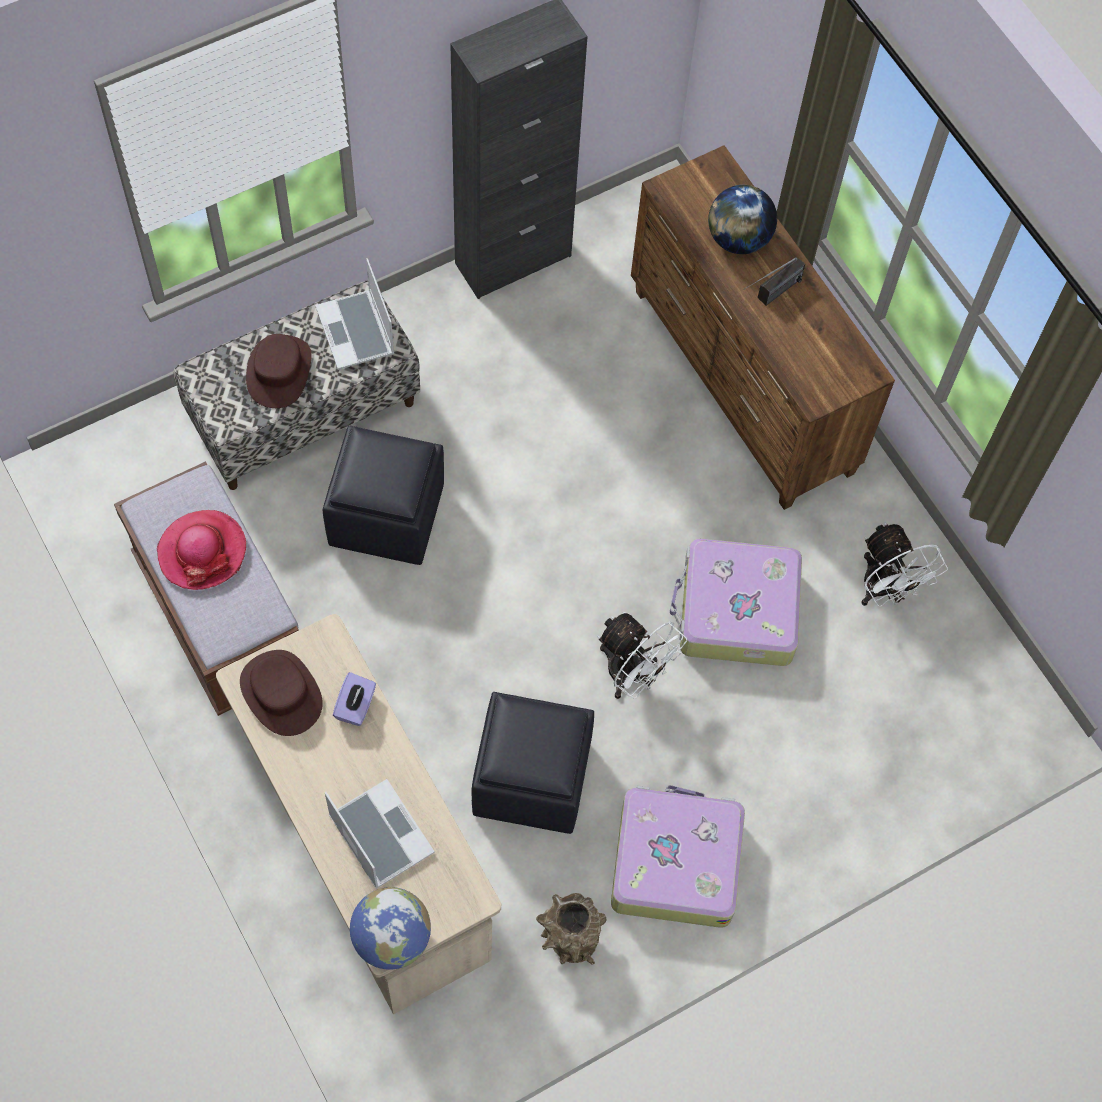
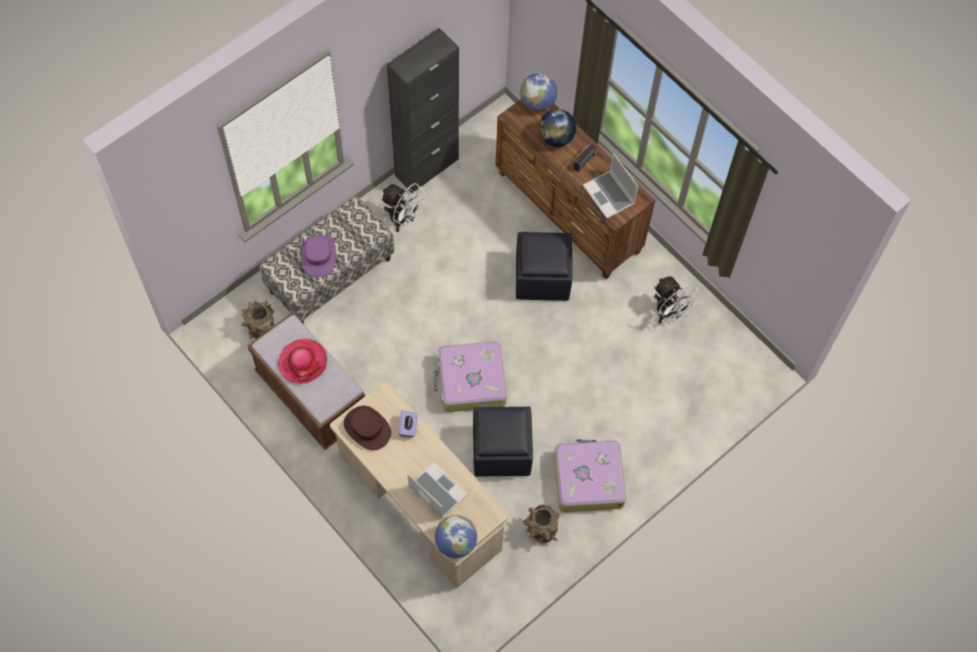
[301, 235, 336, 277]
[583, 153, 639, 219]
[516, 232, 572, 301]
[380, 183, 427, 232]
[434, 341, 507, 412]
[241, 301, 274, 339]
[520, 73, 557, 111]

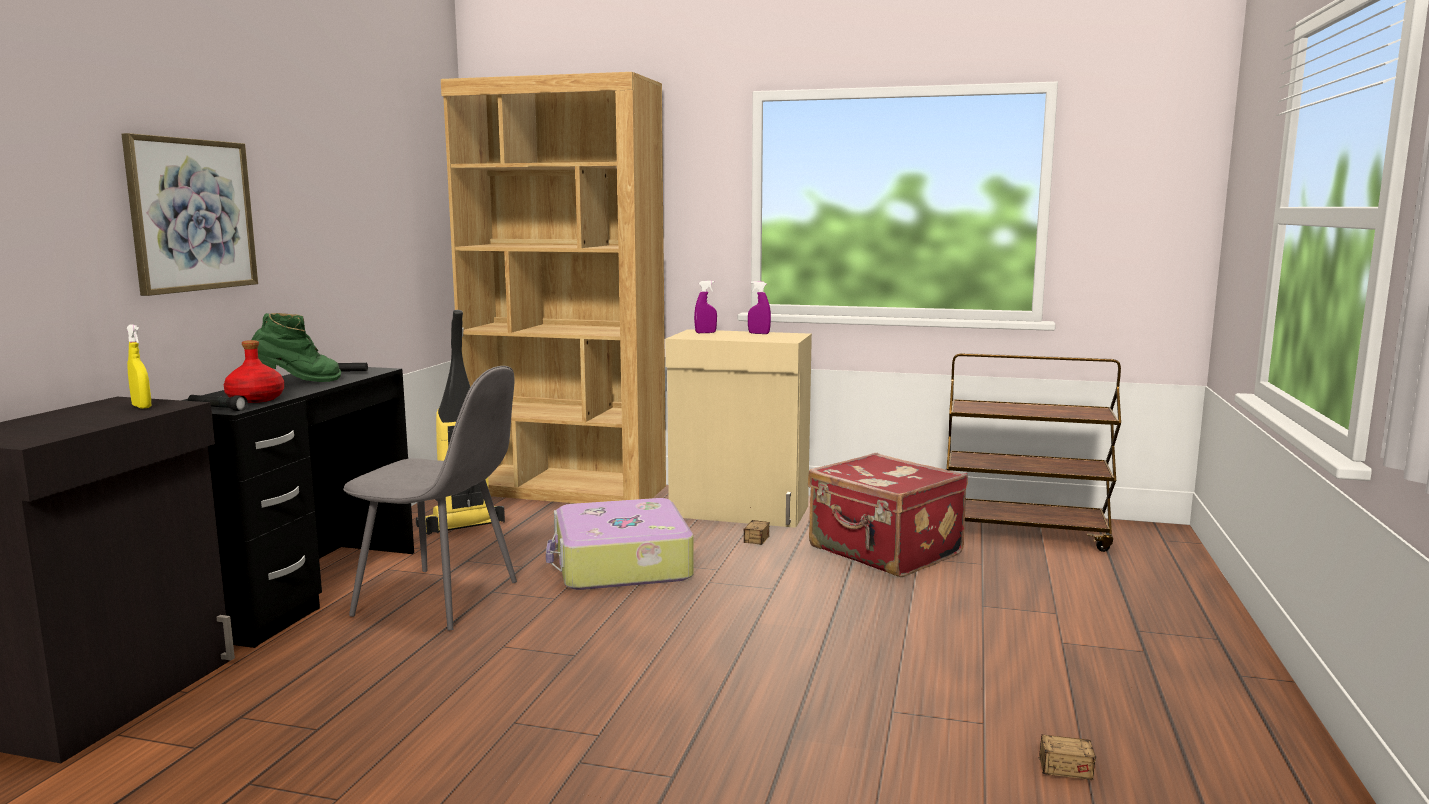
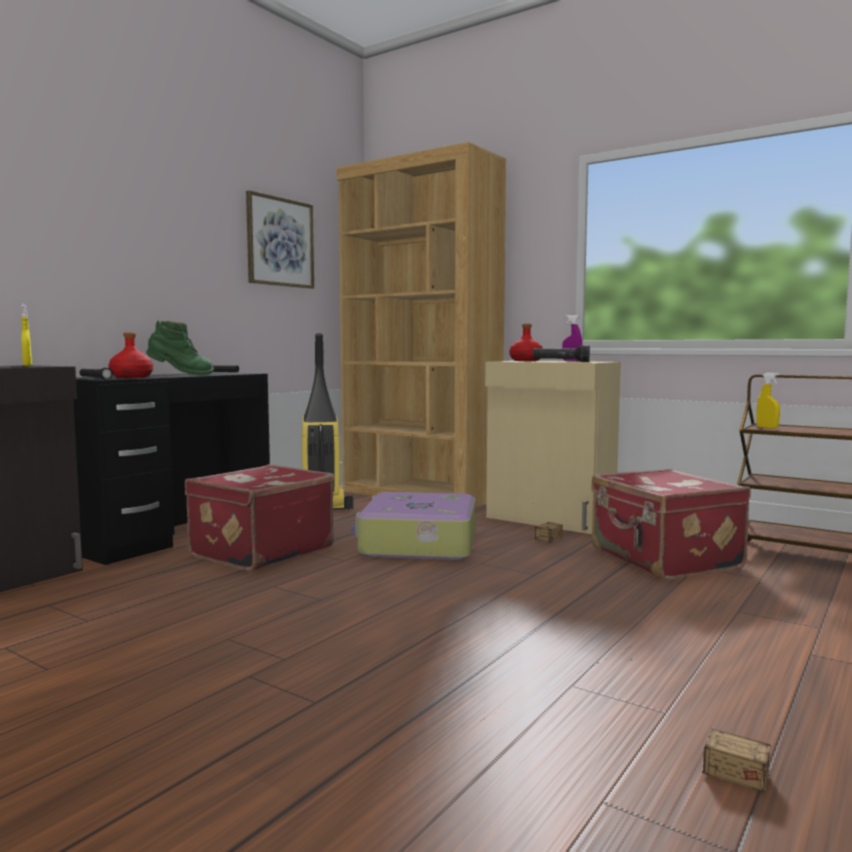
[246, 190, 314, 289]
[185, 464, 334, 571]
[509, 324, 543, 361]
[533, 345, 590, 362]
[756, 373, 780, 429]

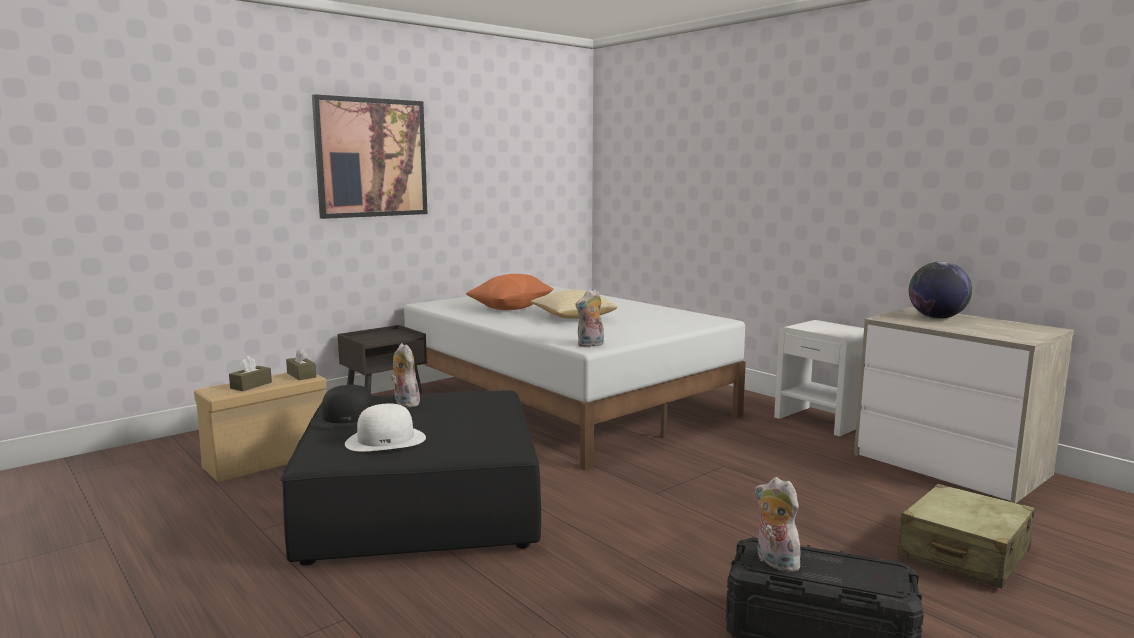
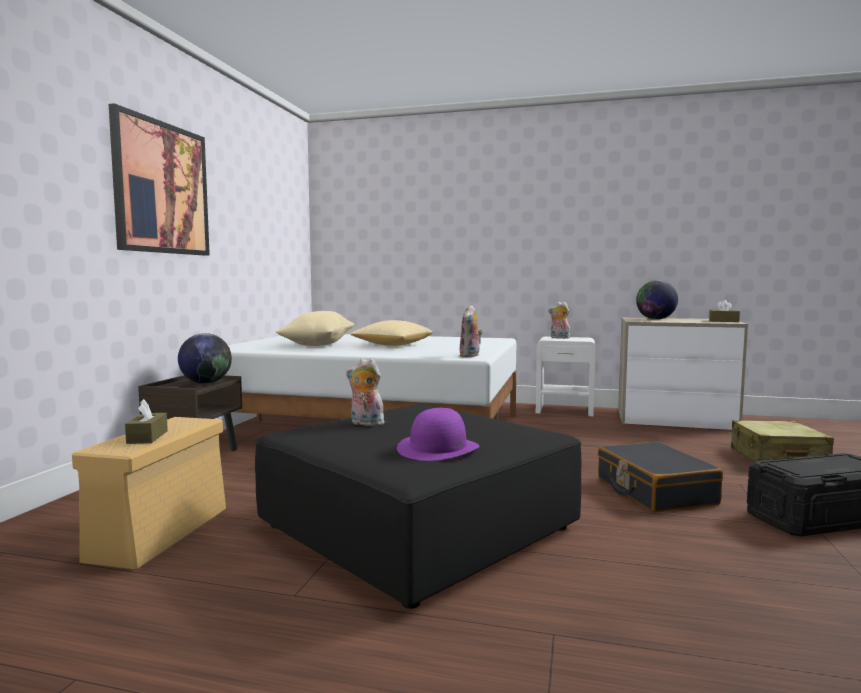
[709, 300, 740, 322]
[311, 385, 374, 427] (first image)
[397, 408, 479, 461]
[276, 311, 355, 346]
[548, 302, 570, 339]
[178, 333, 232, 384]
[598, 442, 723, 512]

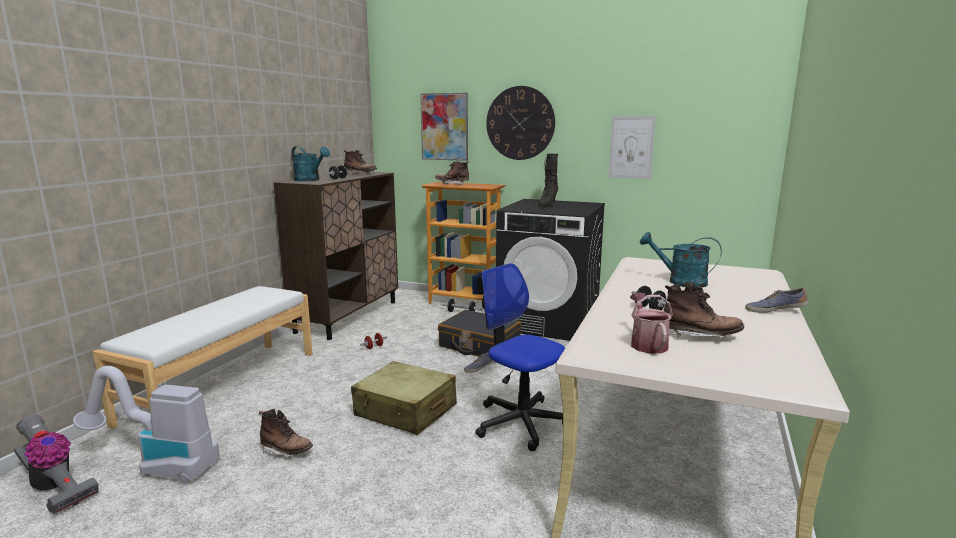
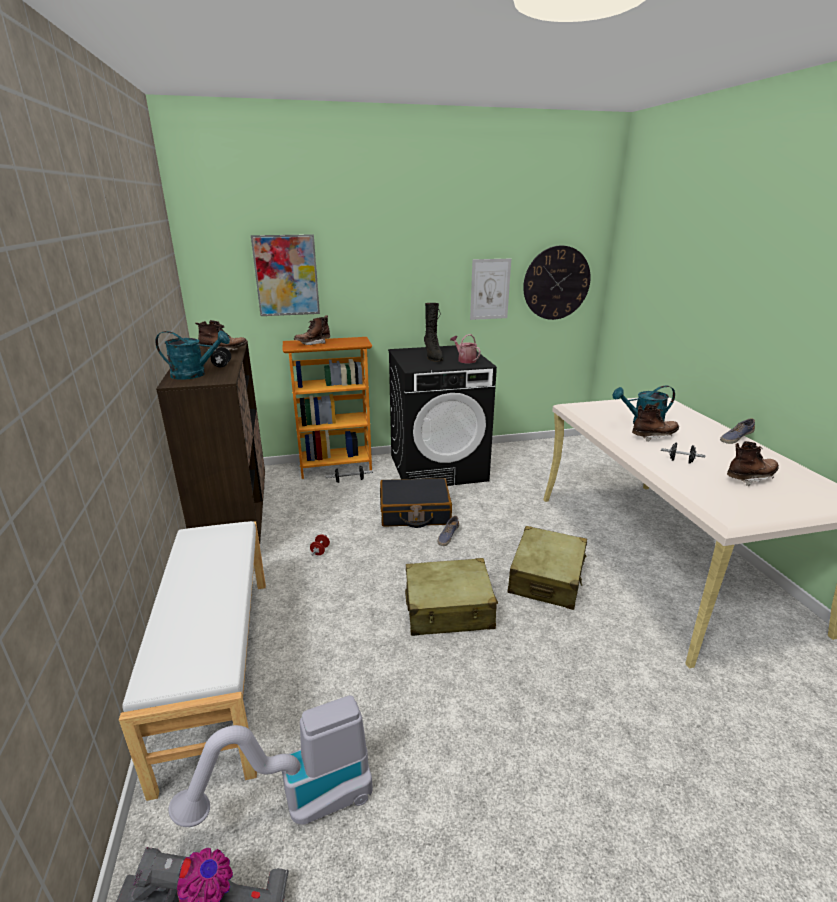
[632, 404, 679, 442]
[507, 526, 587, 610]
[523, 245, 591, 320]
[450, 334, 481, 363]

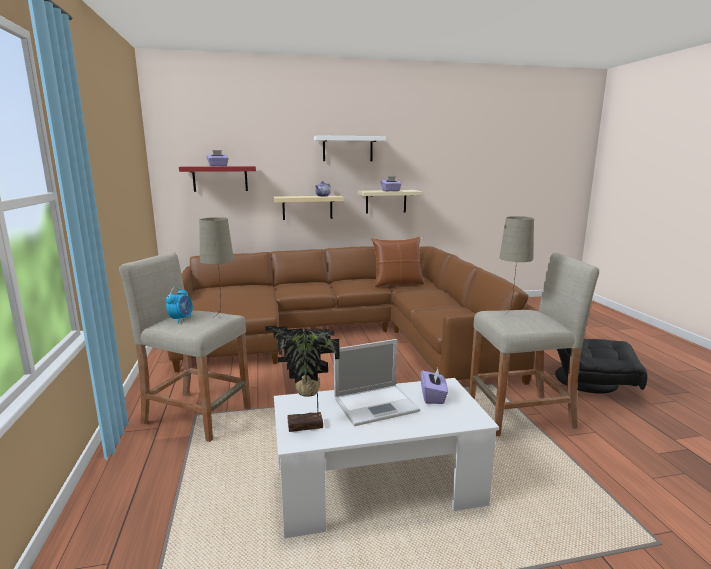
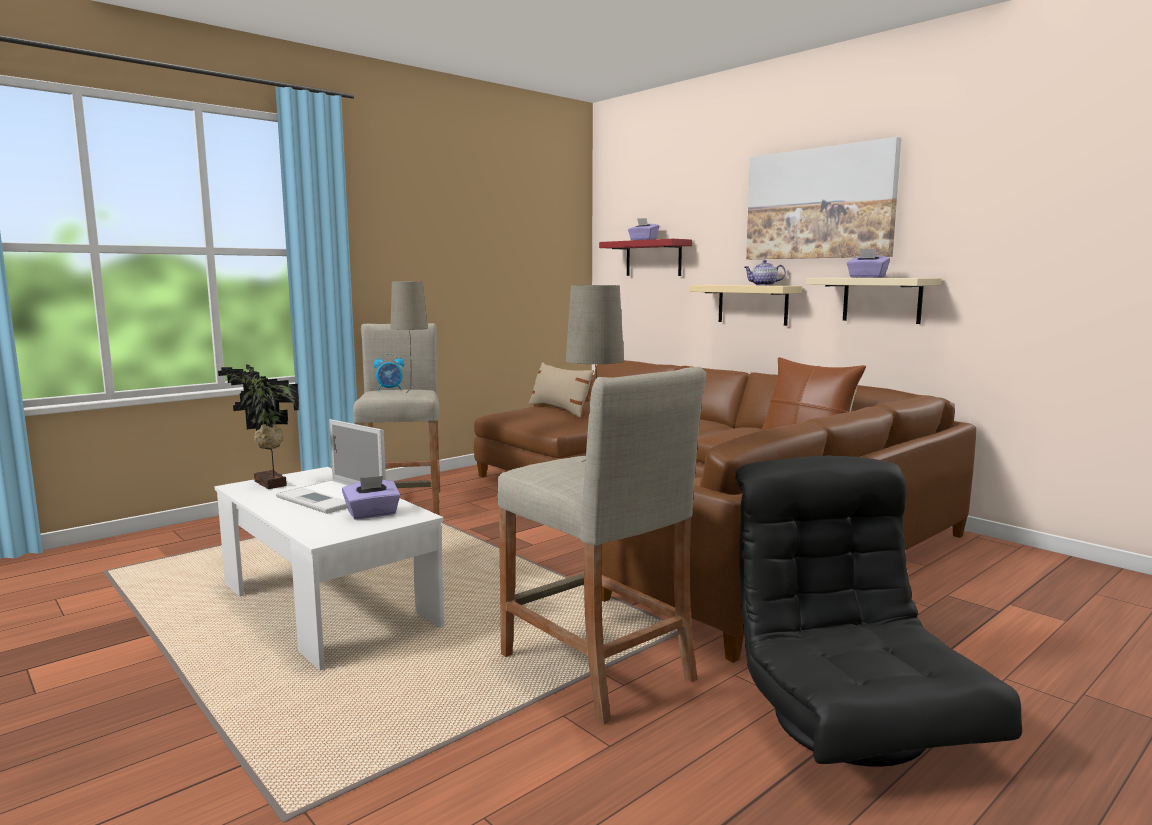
[746, 137, 901, 259]
[529, 362, 594, 417]

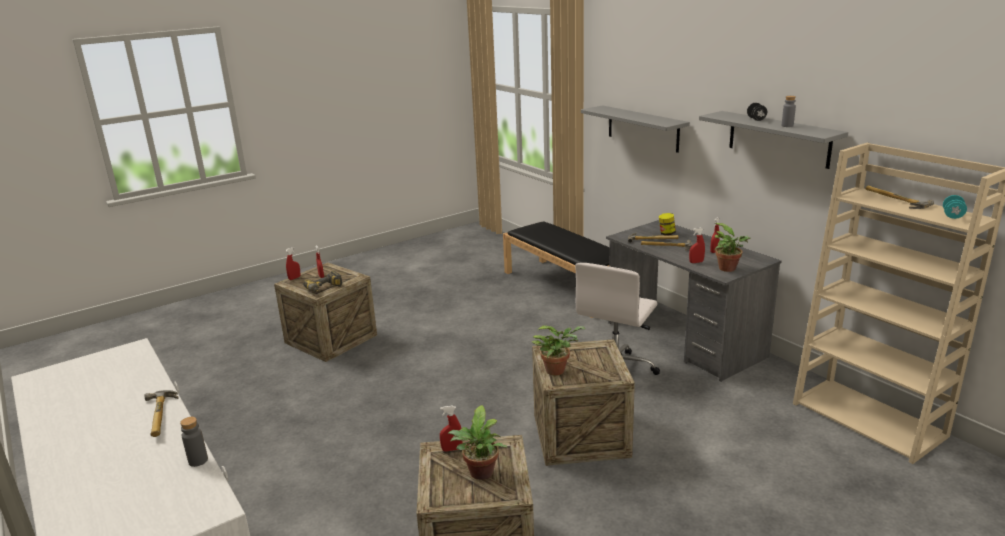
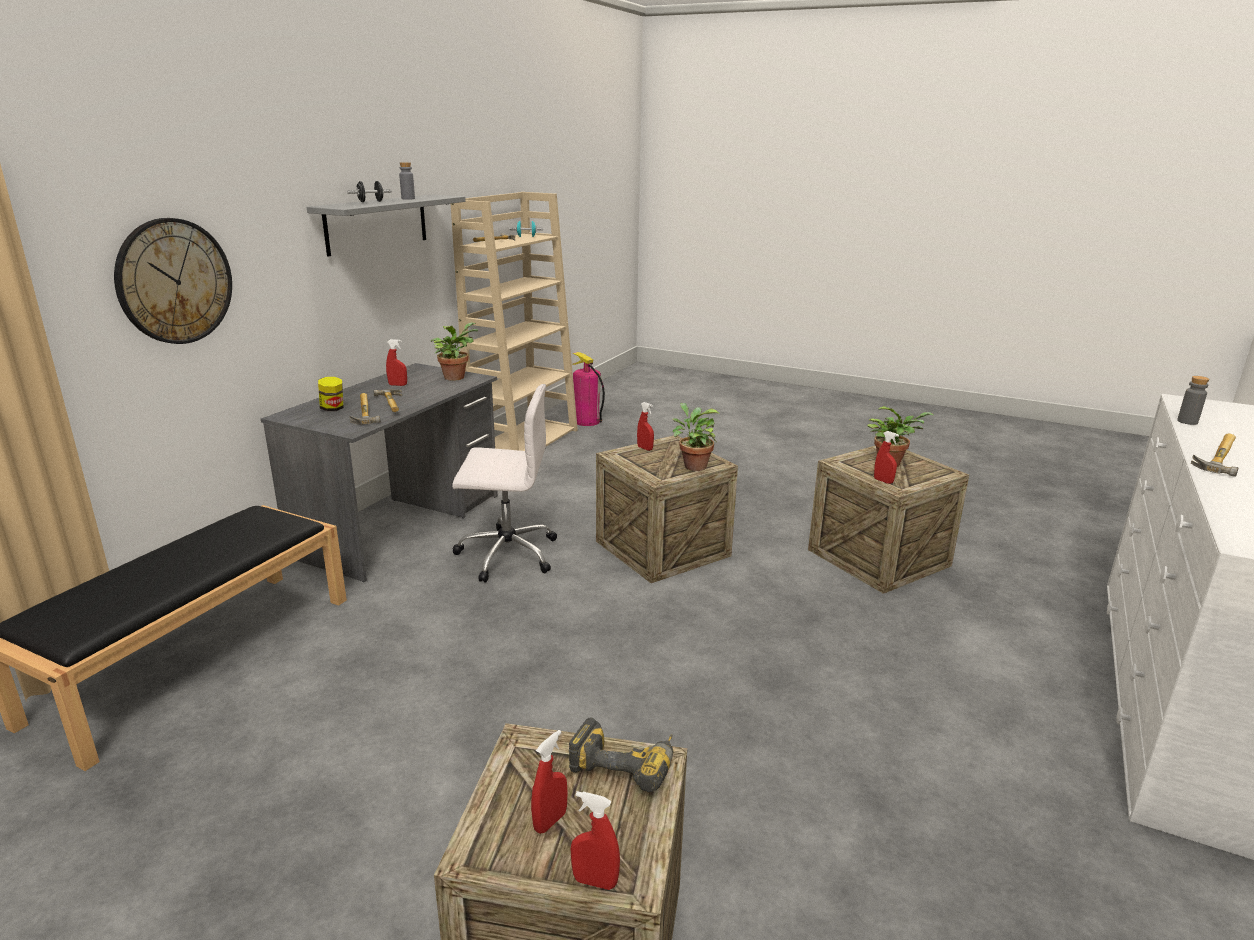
[114, 218, 232, 344]
[637, 402, 654, 451]
[572, 352, 605, 426]

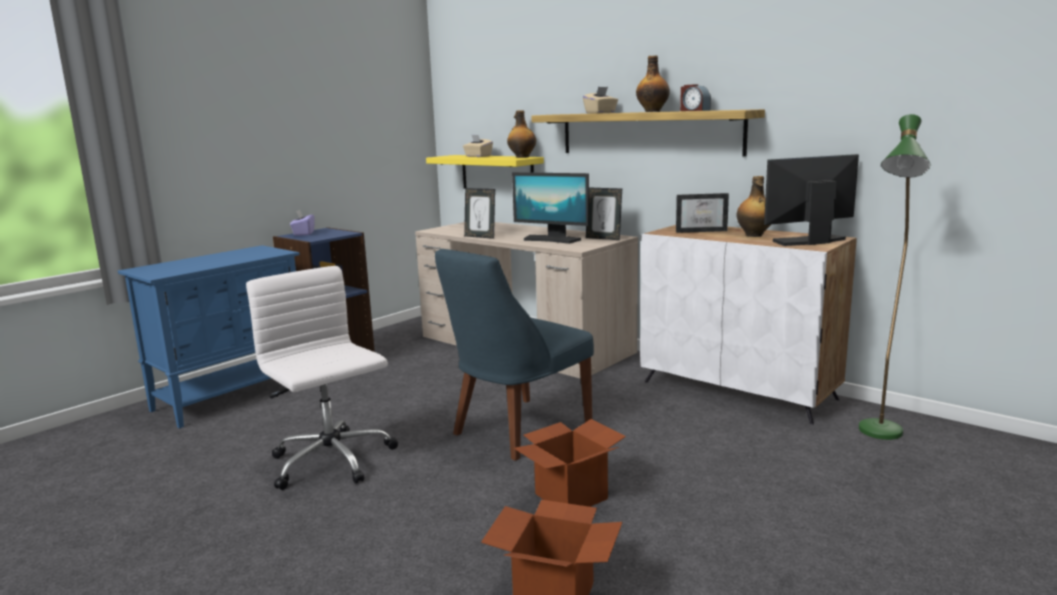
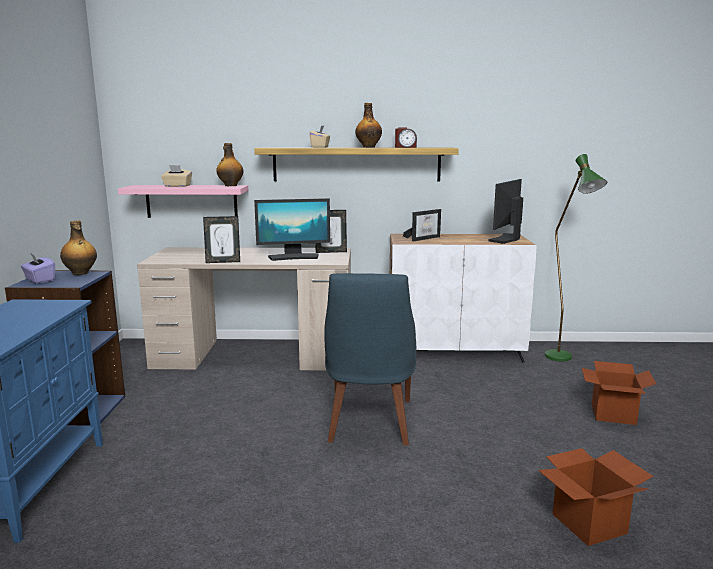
[246, 266, 398, 490] (first image)
[118, 185, 249, 218]
[582, 361, 656, 425]
[60, 220, 97, 275]

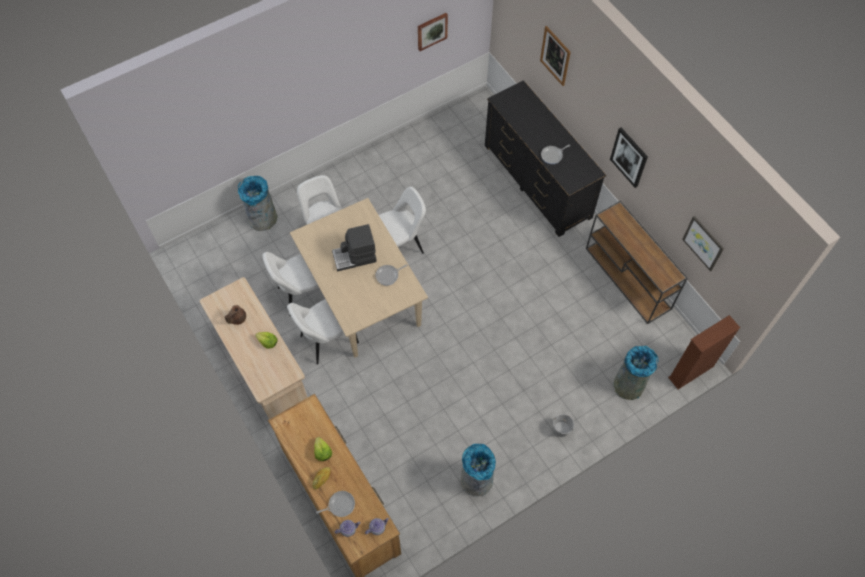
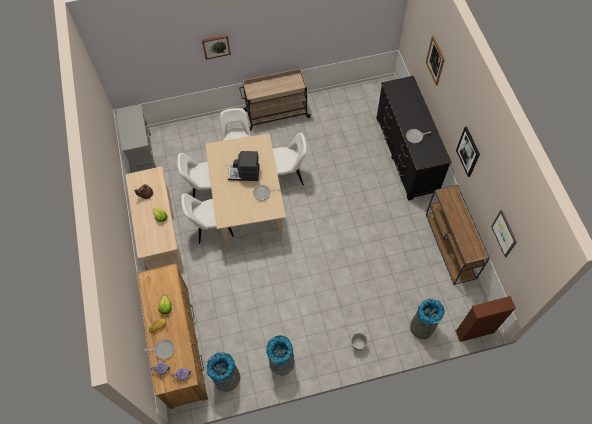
[206, 352, 240, 392]
[202, 34, 231, 60]
[116, 104, 156, 172]
[239, 68, 311, 131]

